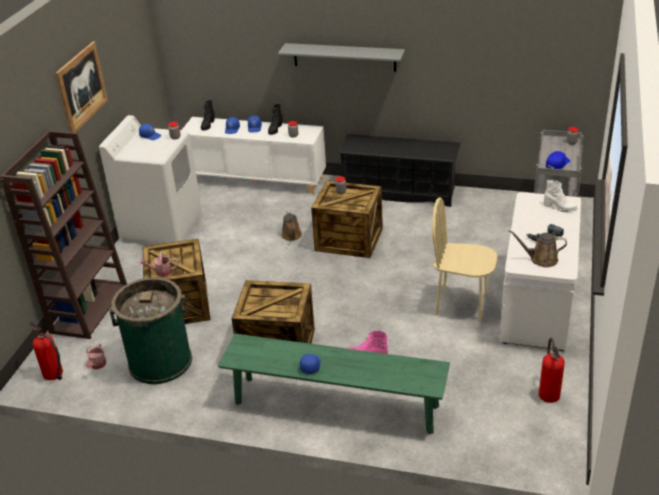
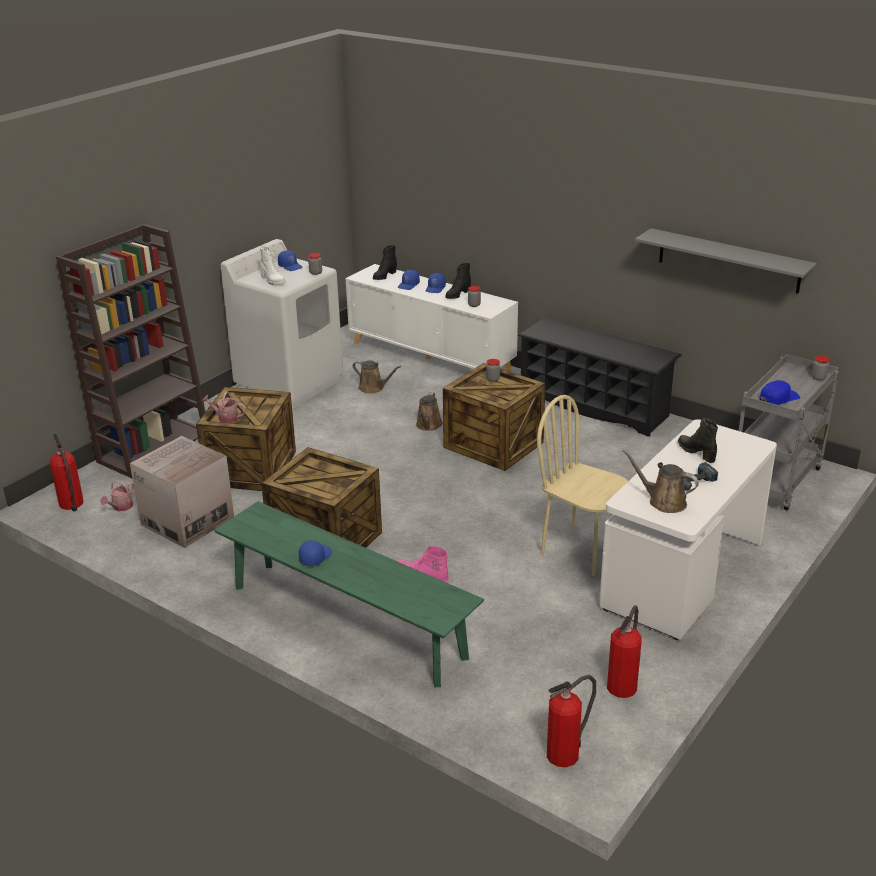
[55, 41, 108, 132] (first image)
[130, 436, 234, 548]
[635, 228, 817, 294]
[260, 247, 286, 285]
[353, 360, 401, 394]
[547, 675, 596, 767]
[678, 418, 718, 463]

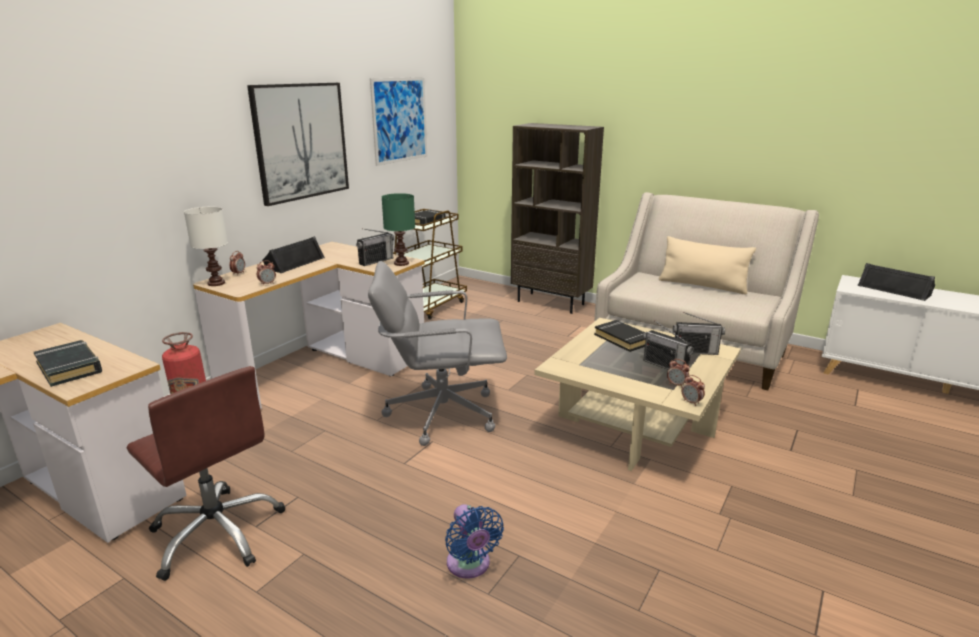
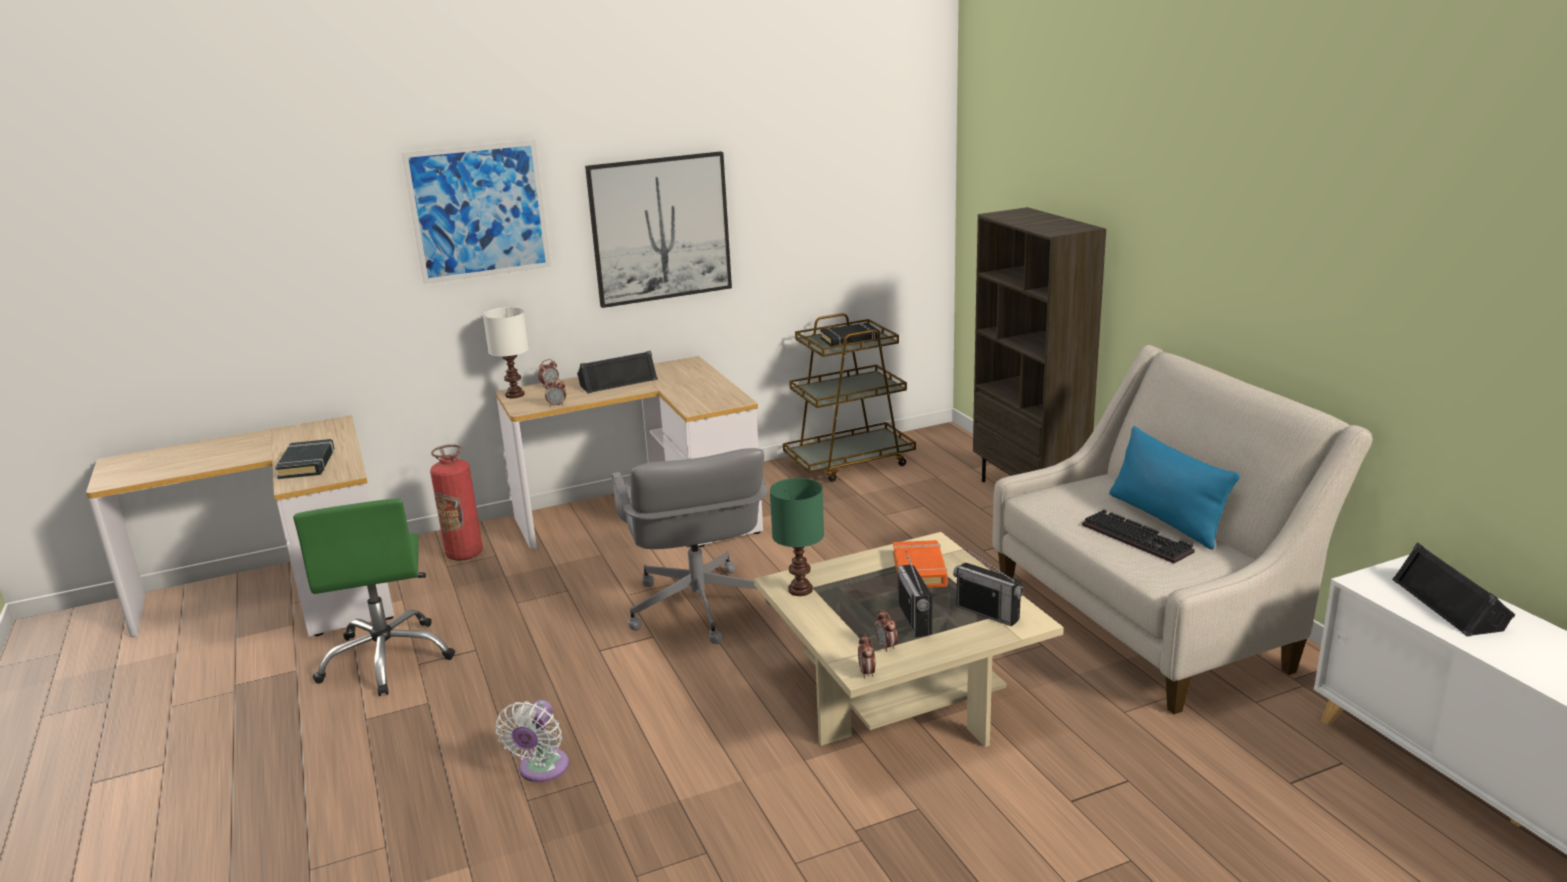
[293, 498, 455, 696]
[356, 228, 394, 266] (first image)
[612, 448, 772, 644]
[402, 140, 551, 284]
[770, 478, 824, 596]
[495, 700, 569, 782]
[893, 540, 948, 588]
[1109, 426, 1240, 550]
[1082, 509, 1195, 563]

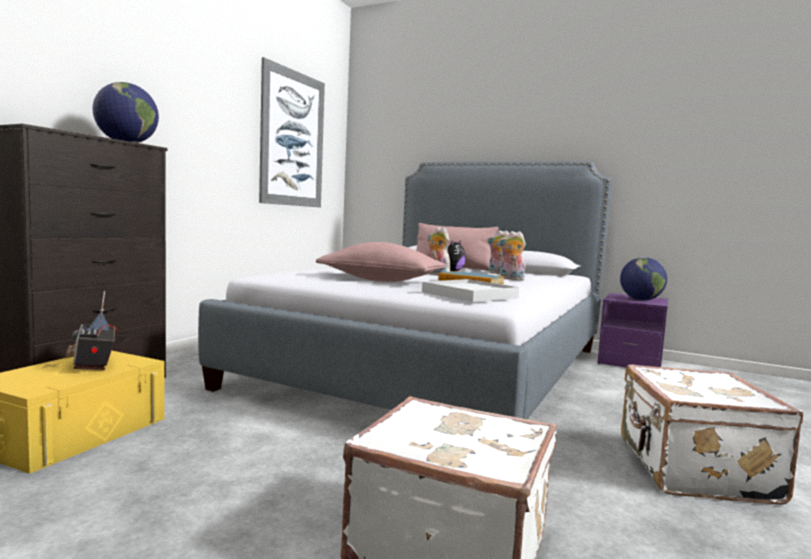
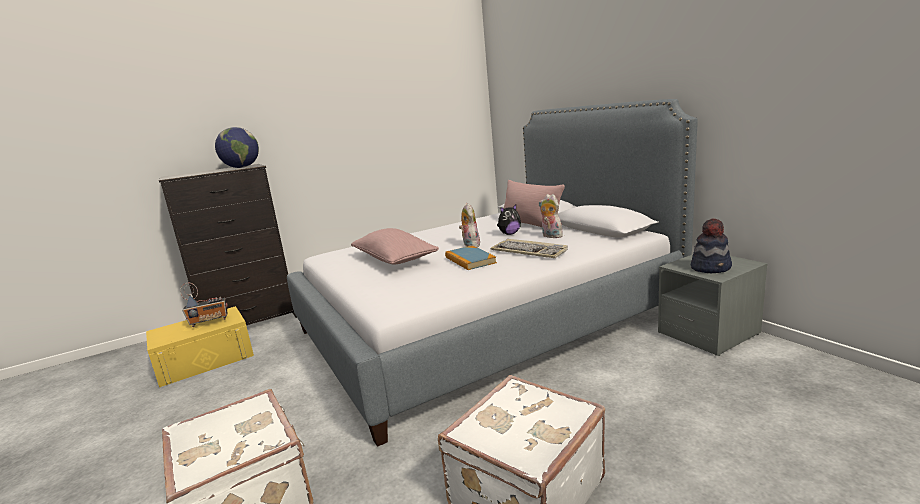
[180, 283, 228, 327]
[259, 57, 325, 207] (first image)
[422, 279, 519, 302] (first image)
[491, 239, 568, 258]
[658, 254, 768, 356]
[691, 218, 732, 273]

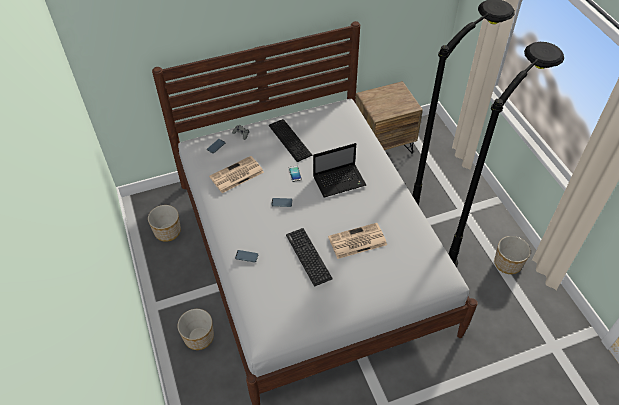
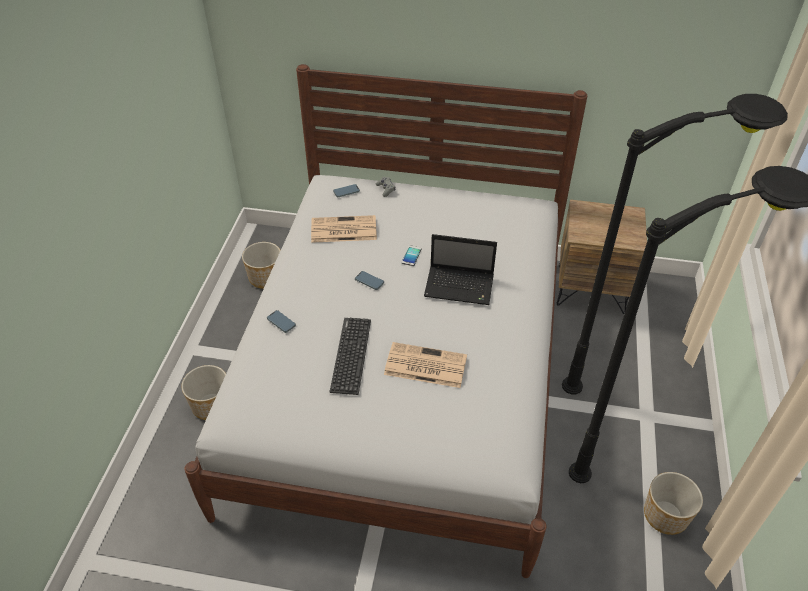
[269, 119, 313, 162] (first image)

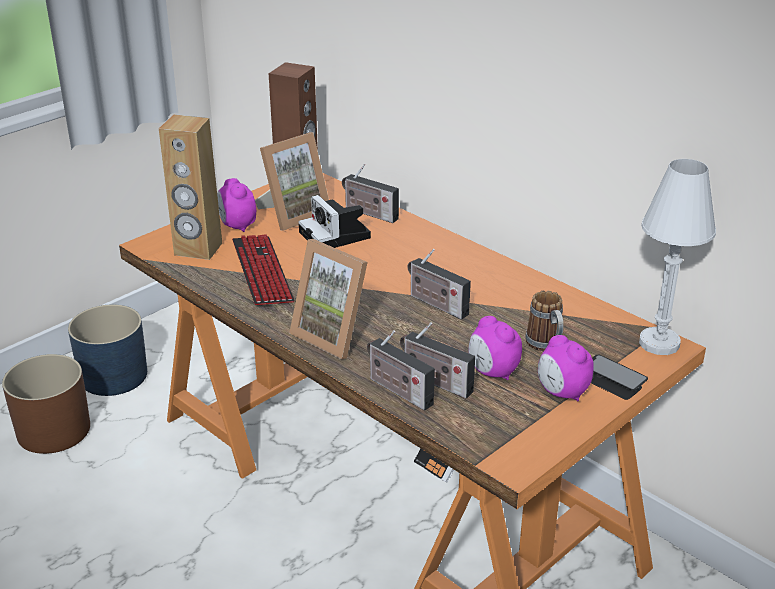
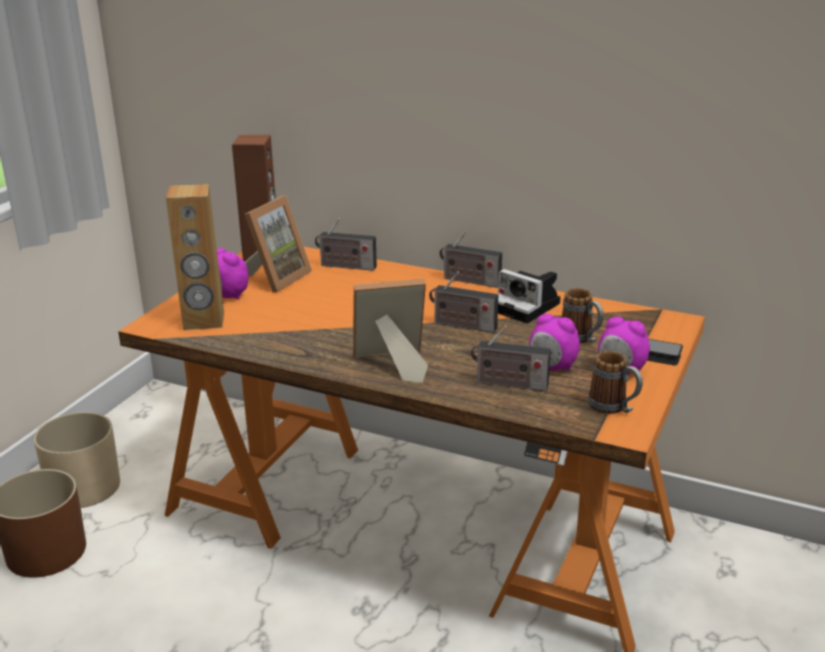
[34, 412, 120, 508]
[232, 234, 295, 305] (first image)
[353, 279, 428, 383]
[498, 269, 560, 324]
[440, 231, 502, 288]
[639, 159, 716, 355] (first image)
[588, 351, 643, 414]

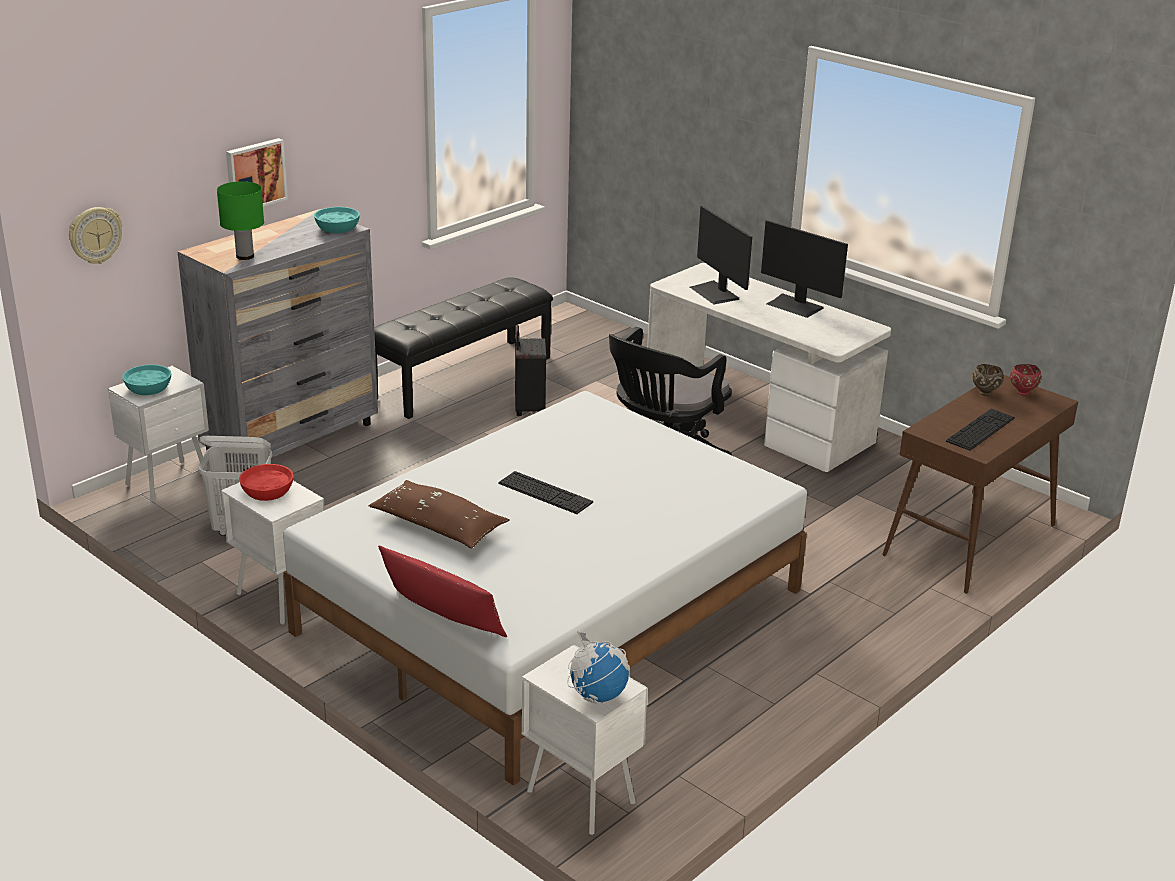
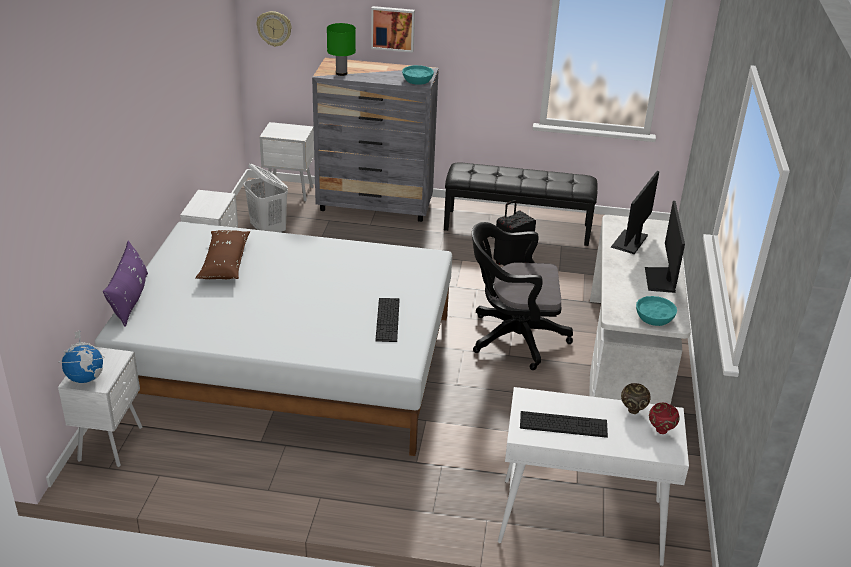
[636, 296, 677, 326]
[239, 464, 293, 501] (first image)
[103, 241, 148, 327]
[375, 298, 400, 342]
[498, 387, 689, 566]

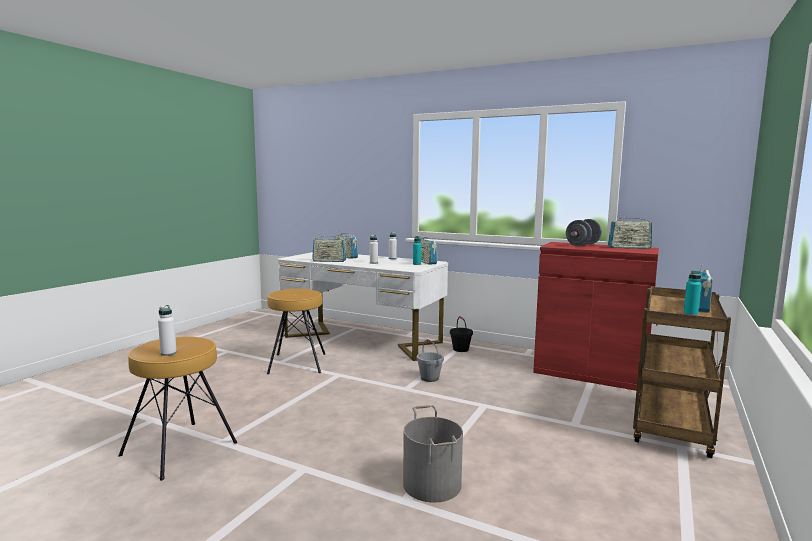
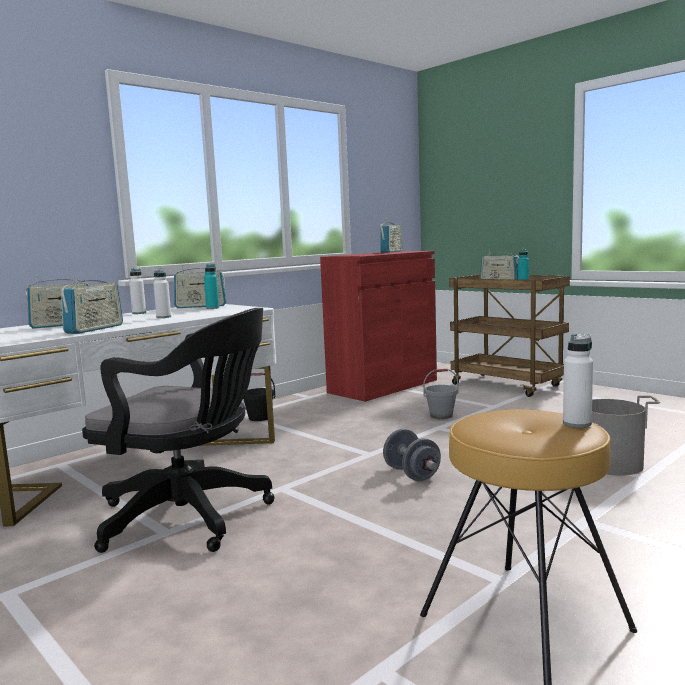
[82, 308, 275, 553]
[423, 369, 458, 419]
[383, 429, 441, 481]

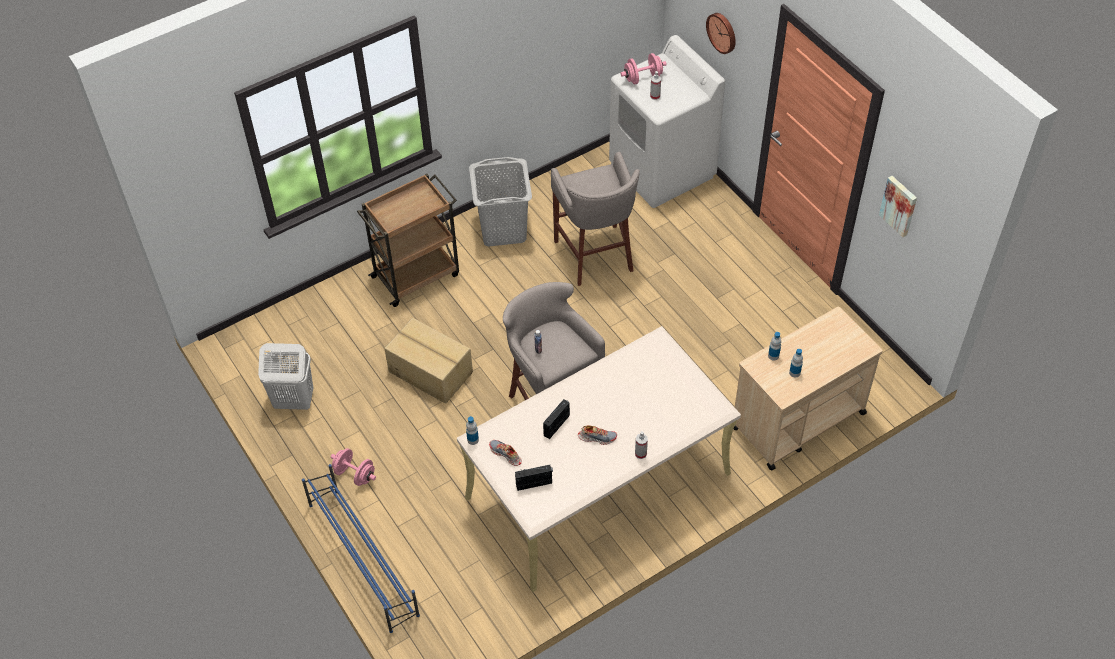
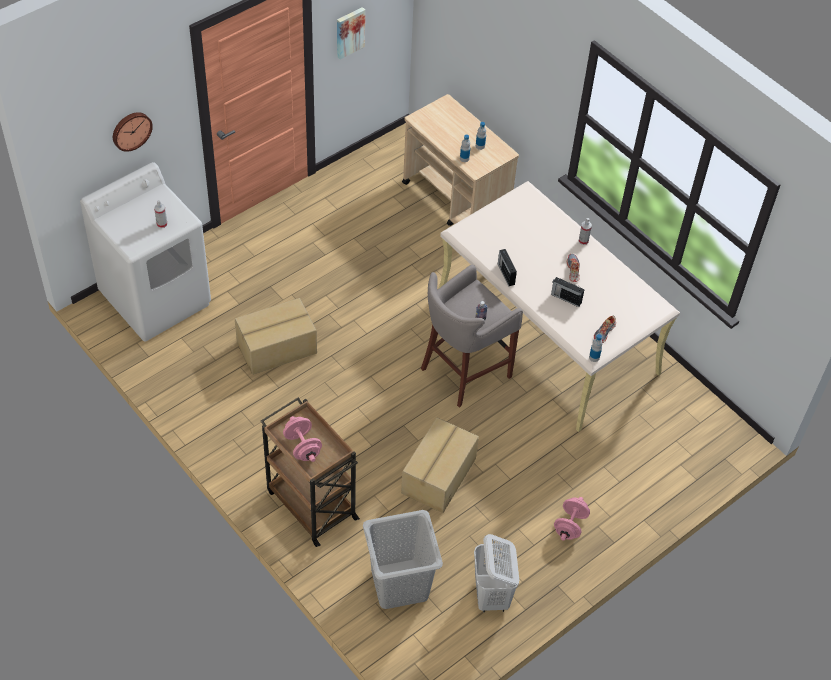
[302, 464, 420, 633] (first image)
[363, 510, 443, 609]
[498, 249, 517, 286]
[235, 298, 317, 375]
[283, 416, 322, 462]

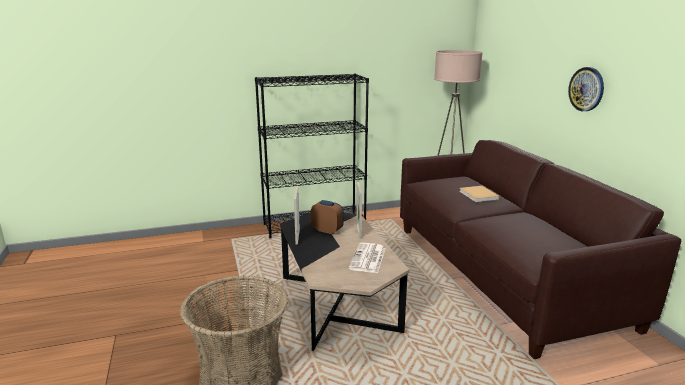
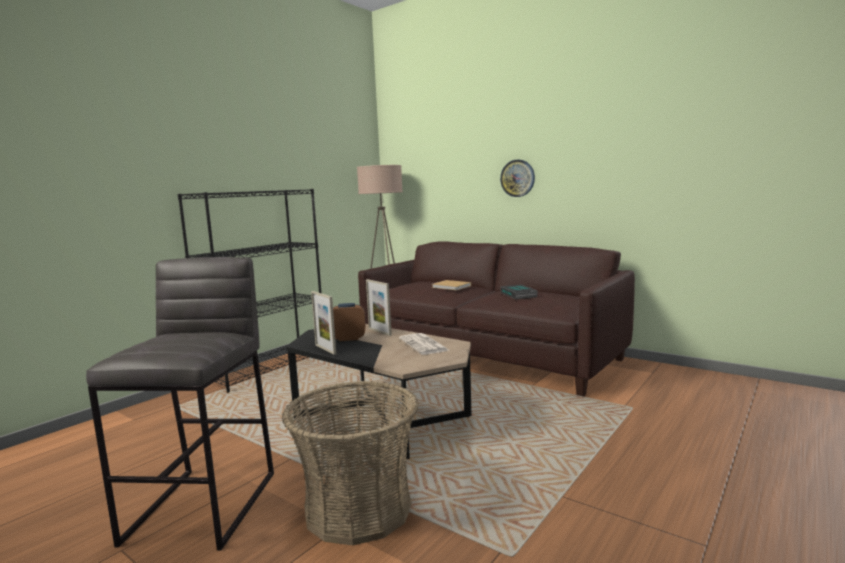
[86, 257, 274, 551]
[501, 284, 538, 299]

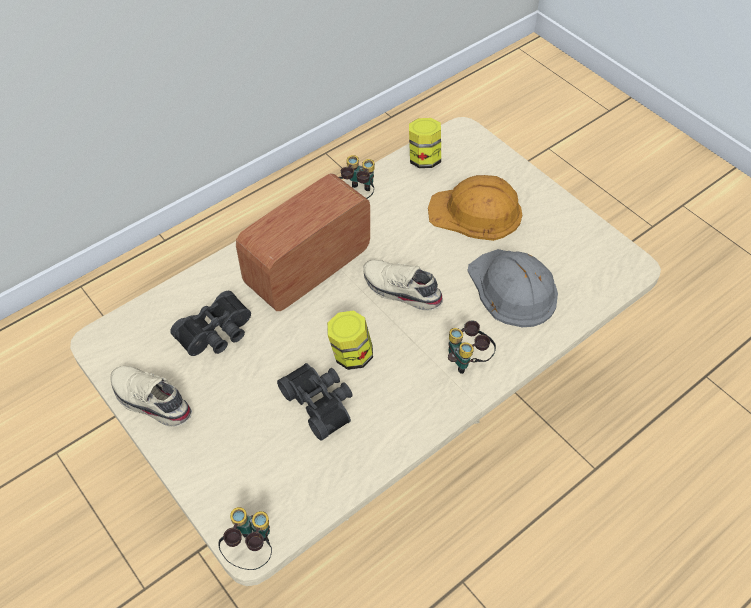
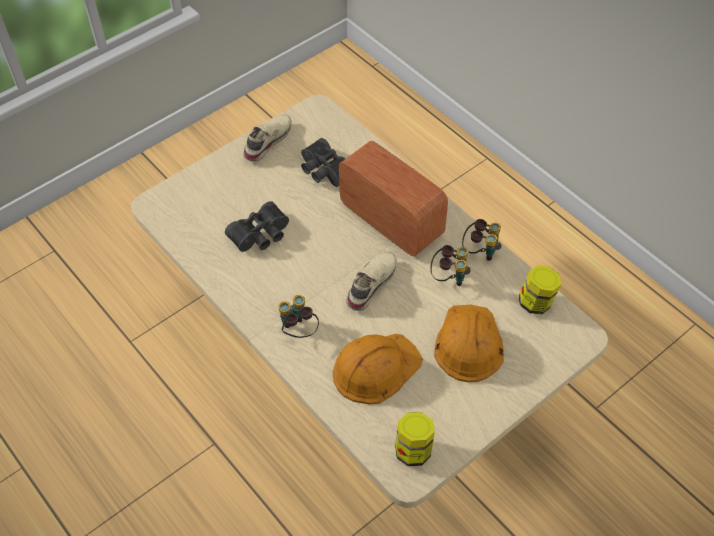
[430, 245, 471, 286]
[395, 412, 435, 466]
[333, 334, 423, 405]

